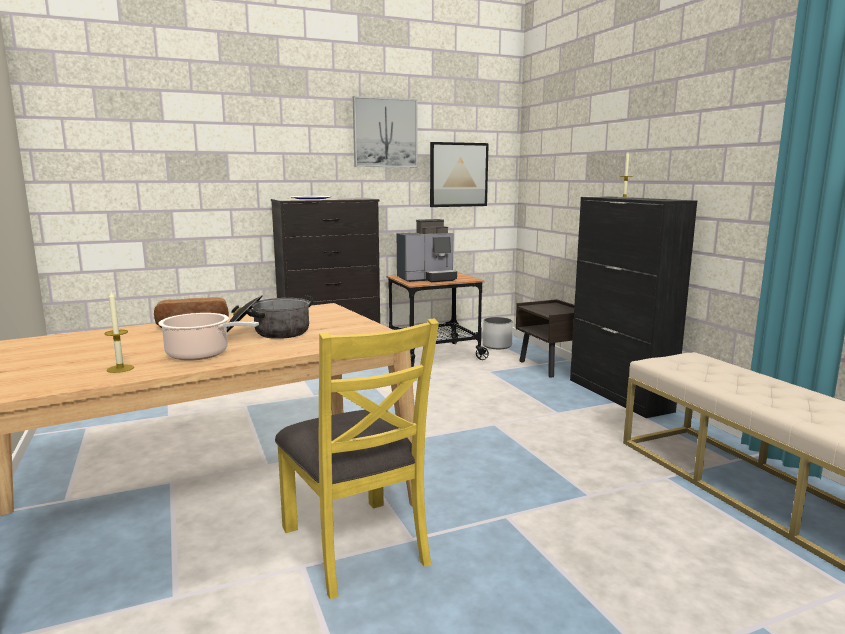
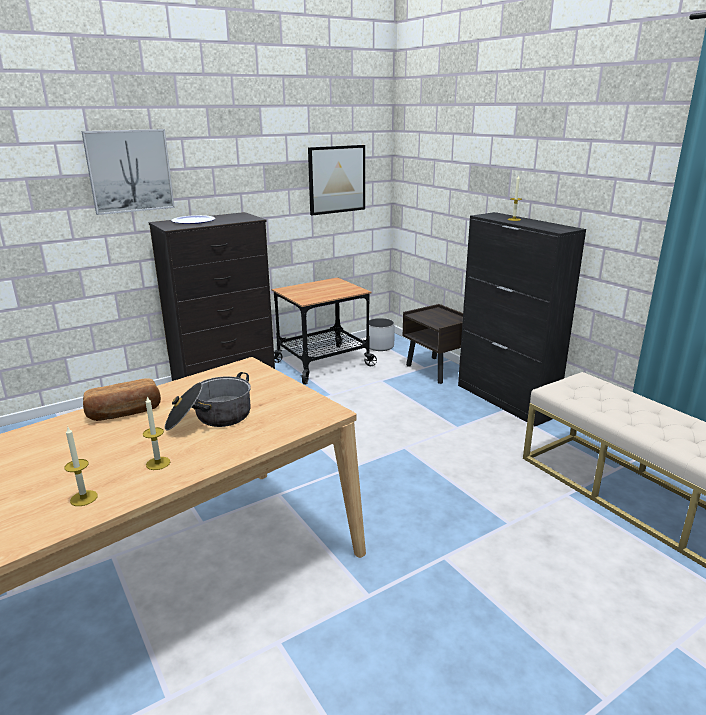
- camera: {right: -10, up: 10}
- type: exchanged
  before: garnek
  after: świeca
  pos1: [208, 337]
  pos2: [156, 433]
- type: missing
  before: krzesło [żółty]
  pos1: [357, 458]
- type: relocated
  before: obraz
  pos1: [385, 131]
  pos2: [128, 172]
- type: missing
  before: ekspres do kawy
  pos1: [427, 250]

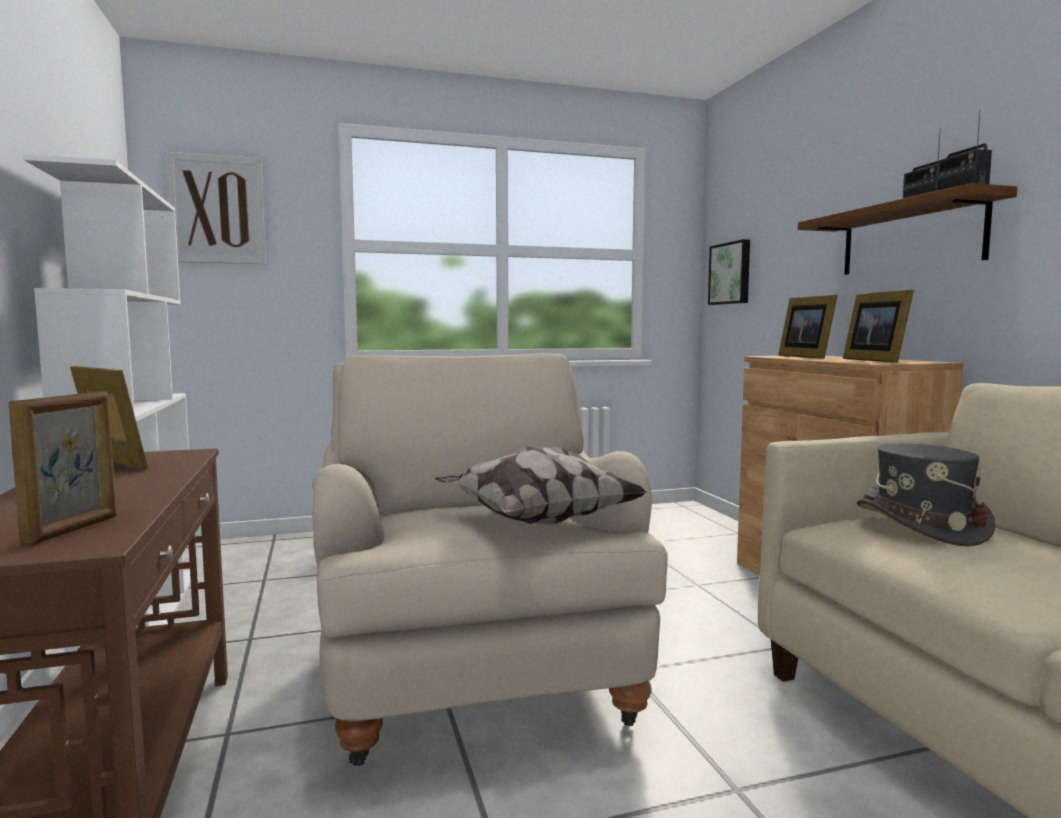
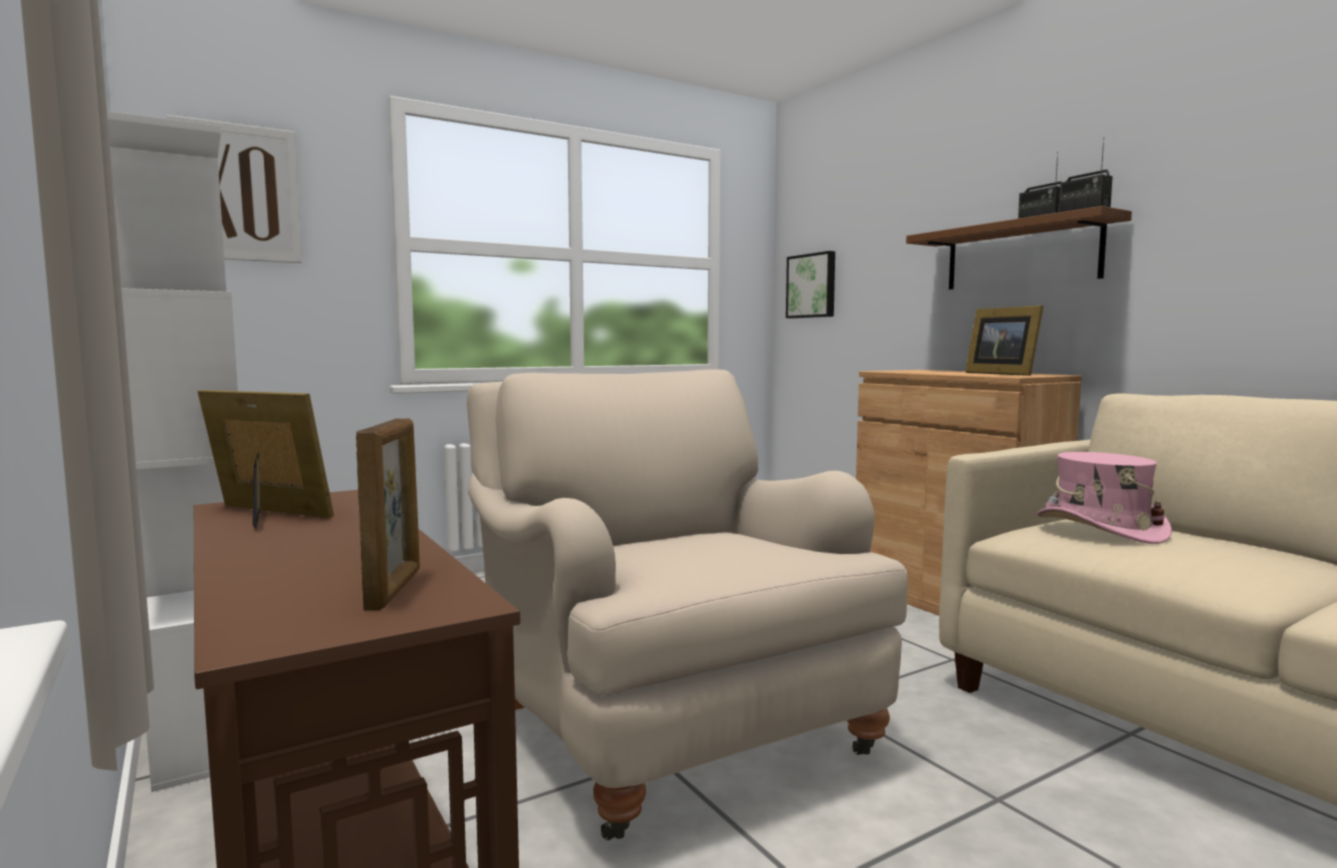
- camera: {right: -15, up: 0}
- type: missing
  before: poduszka
  pos1: [541, 486]
- type: missing
  before: ramka na zdjęcie
  pos1: [808, 326]
- type: colour
  before: kapelusz [szary]
  after: kapelusz [różowy]
  pos1: [926, 494]
  pos2: [1104, 498]

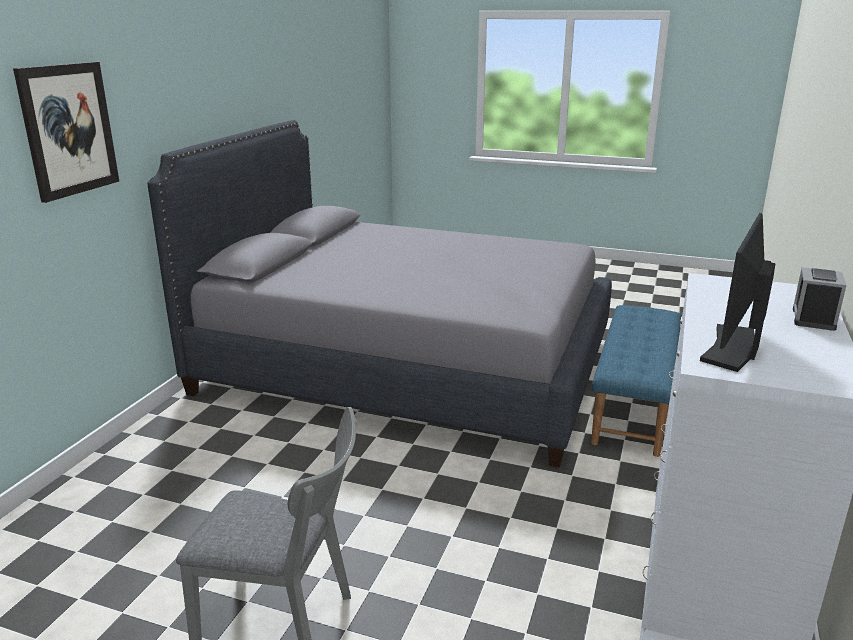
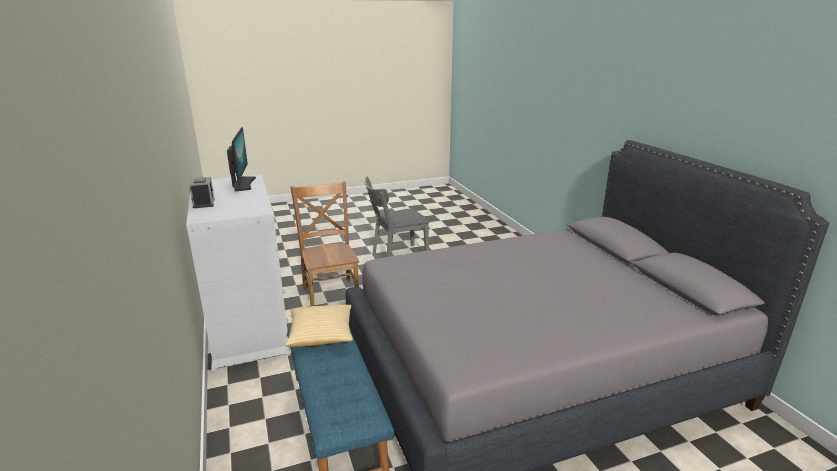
- camera: {right: 140, up: 0}
- type: missing
  before: obraz
  pos1: [66, 132]
- type: appeared
  after: poduszka
  pos2: [319, 326]
- type: appeared
  after: krzesło [brązowy]
  pos2: [324, 243]

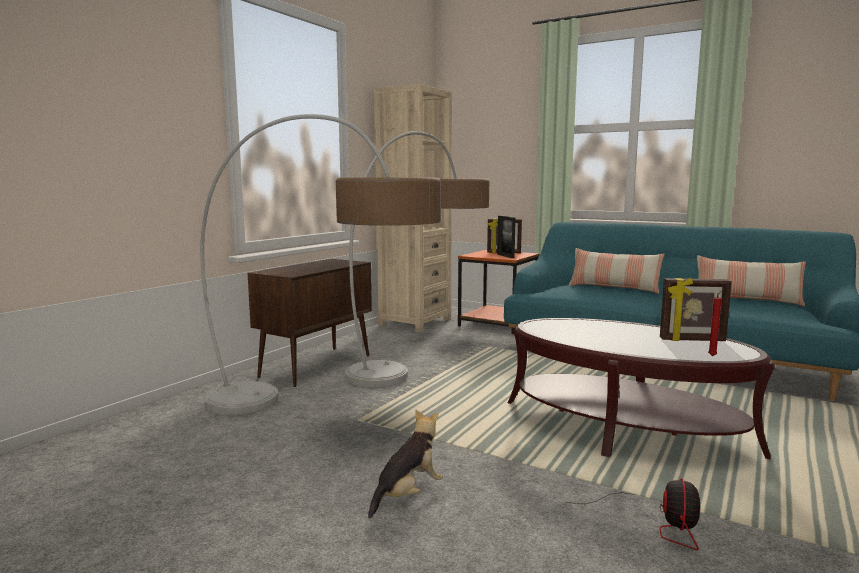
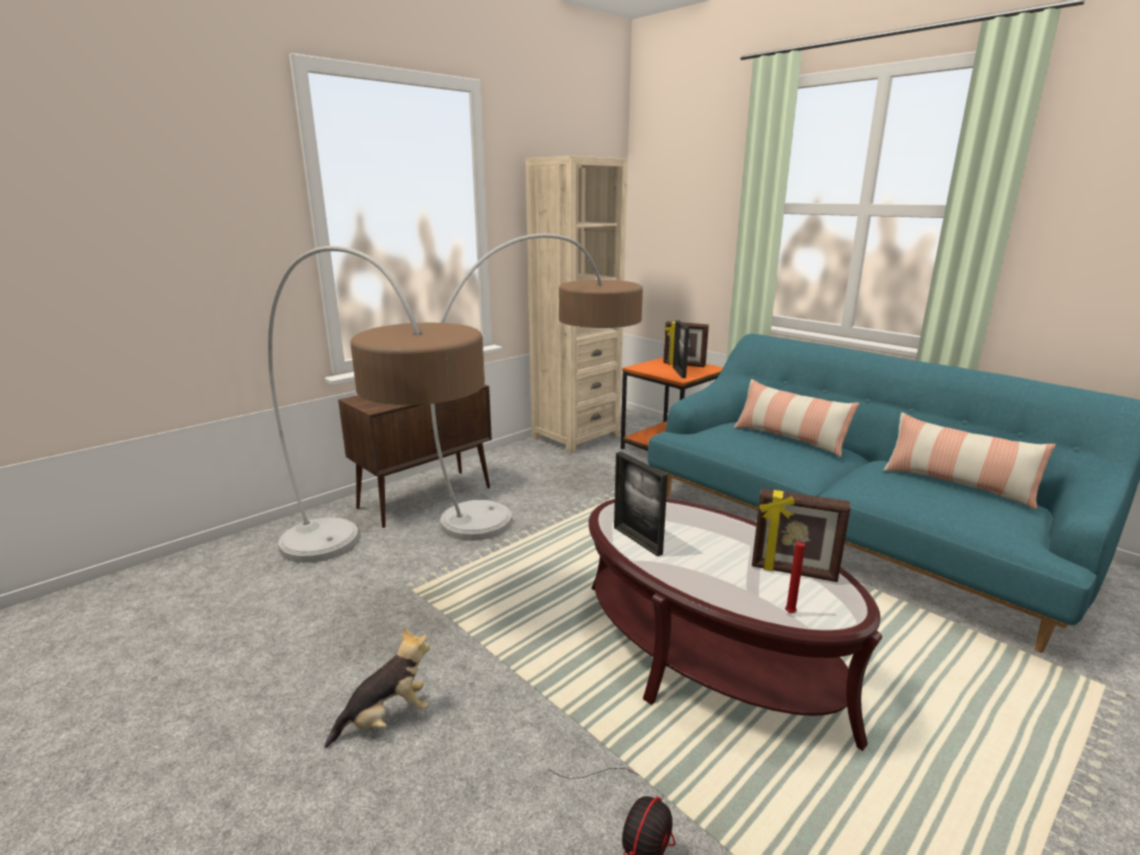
- camera: {right: 15, up: 10}
- type: appeared
  after: ramka na zdjęcie
  pos2: [641, 504]

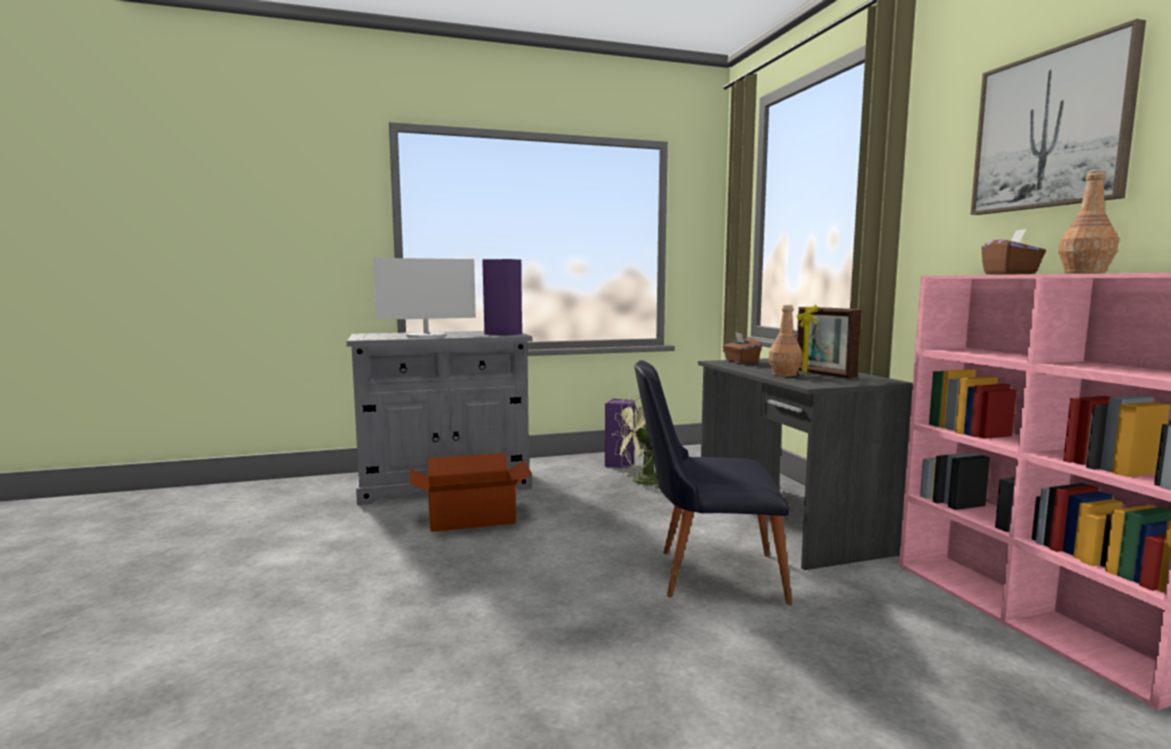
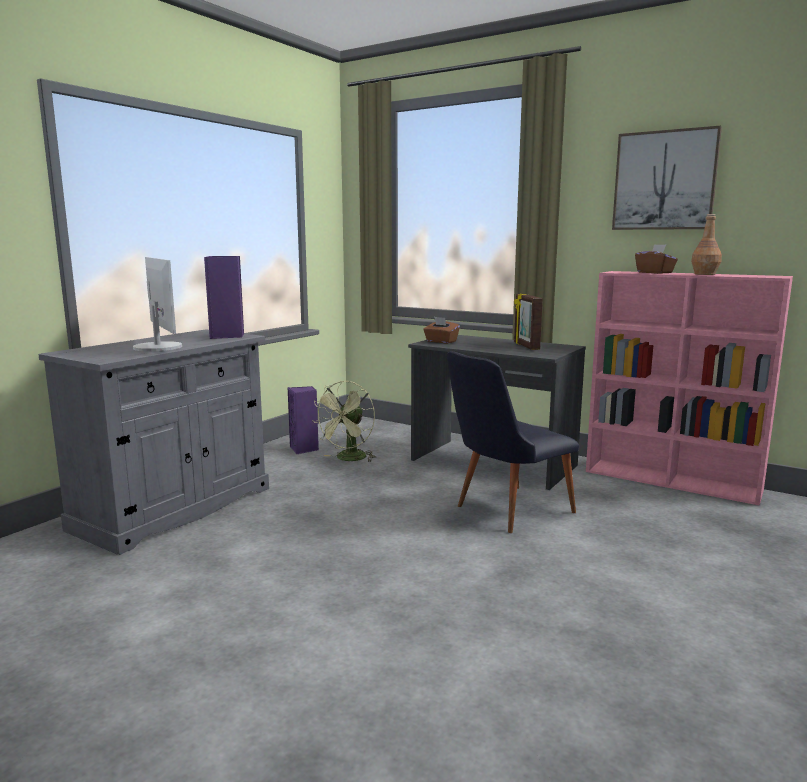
- camera: {right: -40, up: 5}
- type: spun
  before: monitor
  pos1: [424, 298]
  pos2: [157, 304]
  turn: -60
- type: missing
  before: karton
  pos1: [471, 492]
- type: missing
  before: butelka [brązowy]
  pos1: [785, 340]
- type: spun
  before: ramka na zdjęcie
  pos1: [829, 341]
  pos2: [528, 322]
  turn: 60

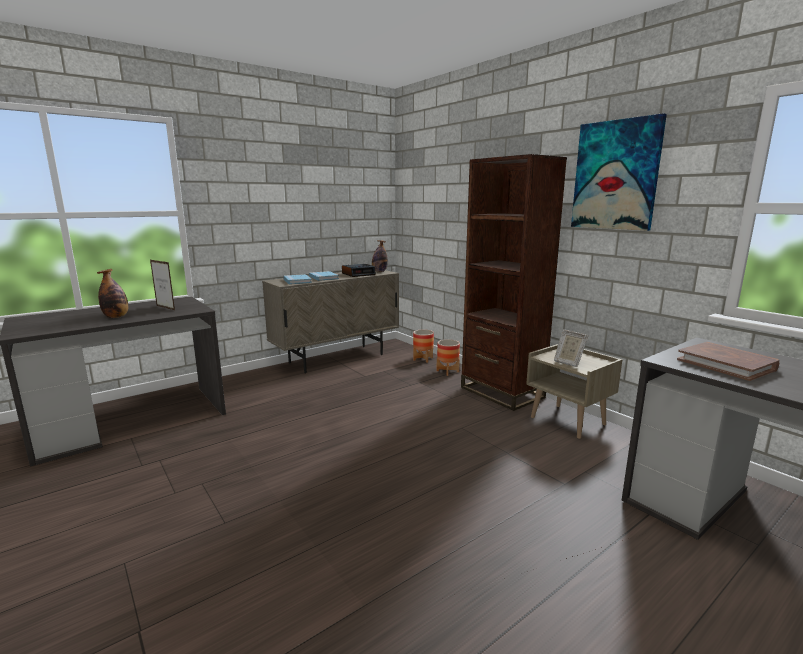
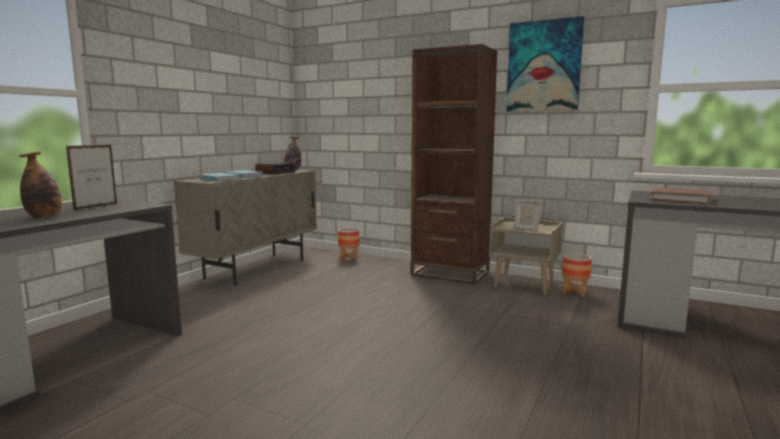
- camera: {right: -25, up: -5}
- type: spun
  before: ramka na zdjęcie
  pos1: [162, 285]
  pos2: [91, 177]
  turn: -75
- type: relocated
  before: donica
  pos1: [448, 358]
  pos2: [577, 275]

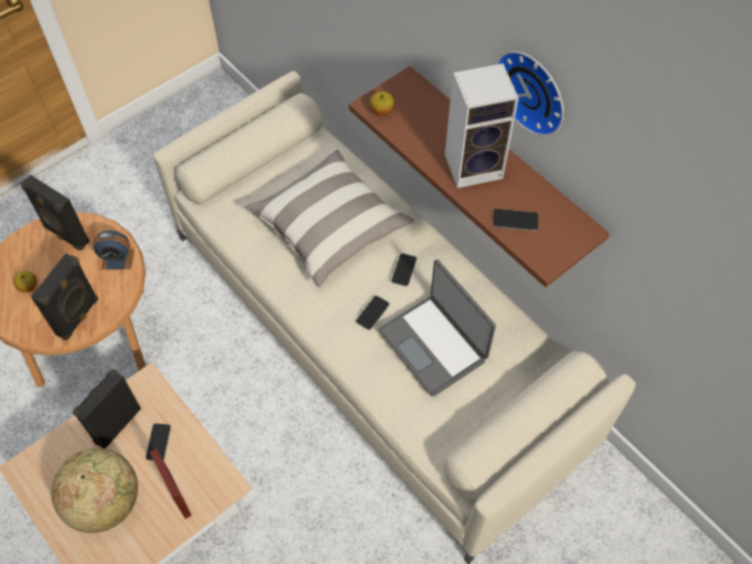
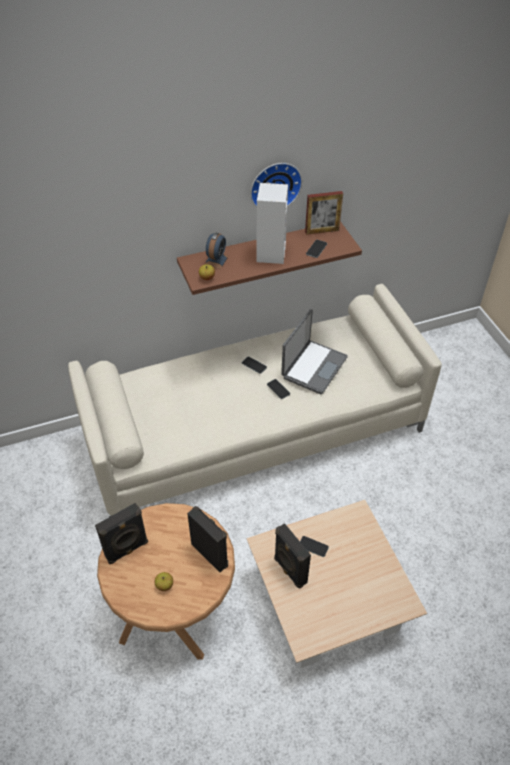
- camera: {right: -70, up: -10}
- type: missing
  before: globus
  pos1: [94, 490]
- type: relocated
  before: budzik
  pos1: [113, 250]
  pos2: [216, 250]
- type: relocated
  before: ramka na zdjęcie
  pos1: [171, 484]
  pos2: [324, 213]
- type: missing
  before: poduszka
  pos1: [329, 217]
- type: spun
  before: laptop
  pos1: [437, 328]
  pos2: [314, 352]
  turn: -45

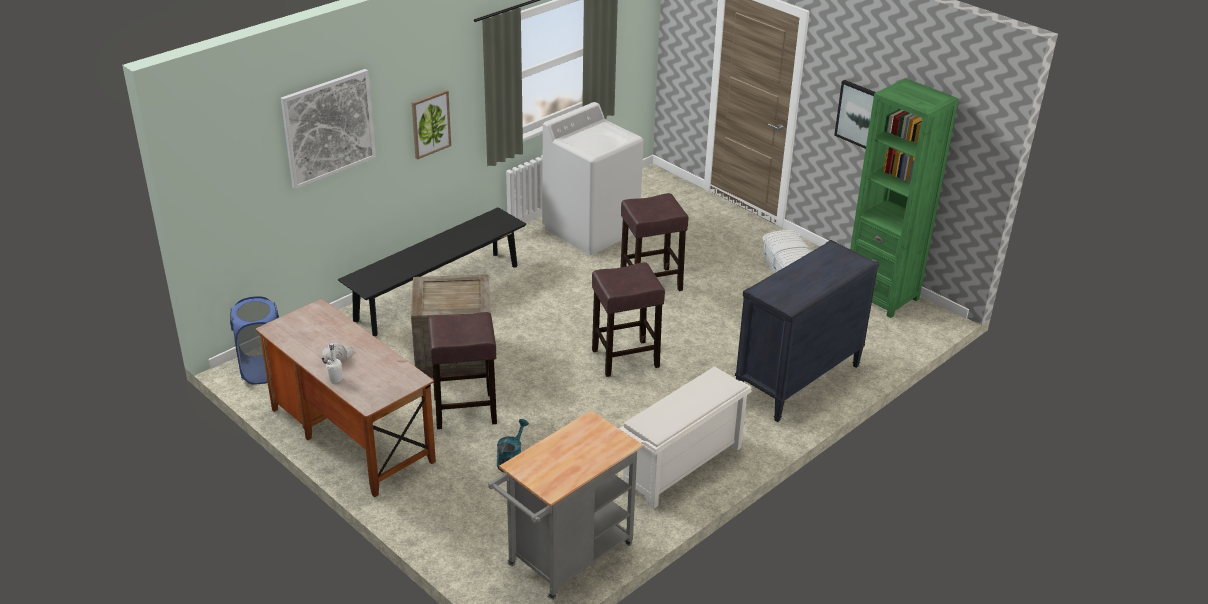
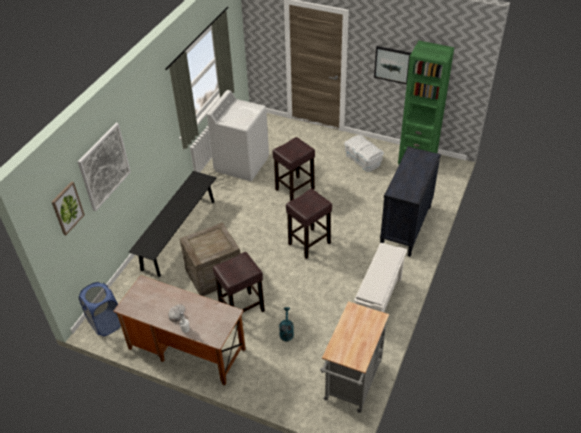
- camera: {right: -20, up: 10}
- type: relocated
  before: obraz
  pos1: [431, 124]
  pos2: [68, 208]

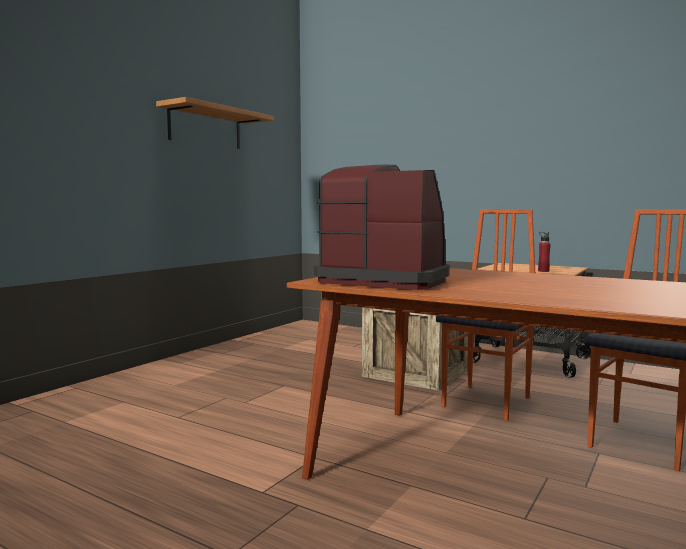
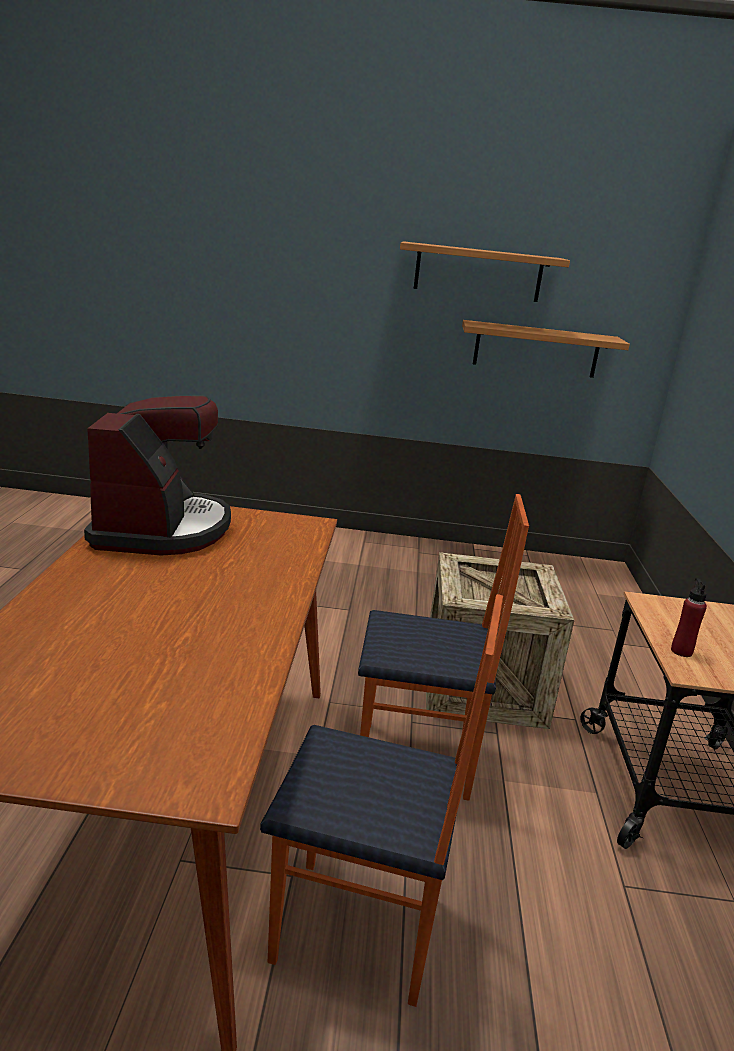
- camera: {right: 60, up: 15}
- type: appeared
  after: półka
  pos2: [546, 349]

